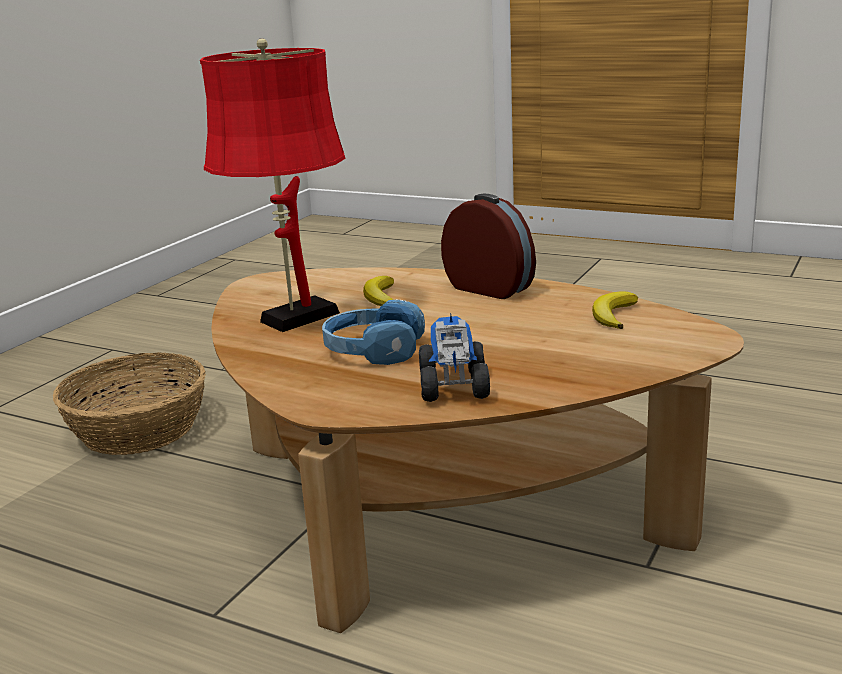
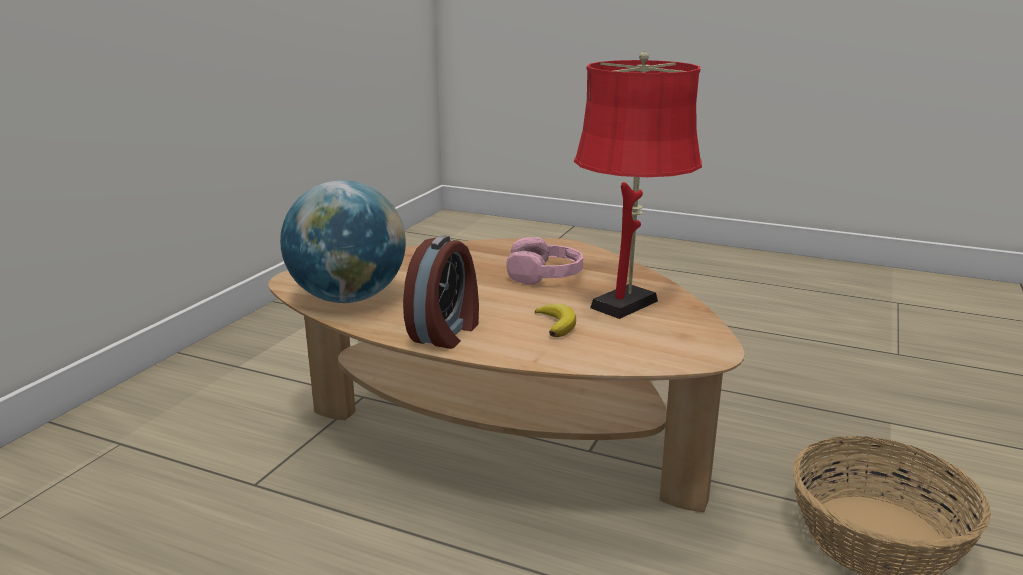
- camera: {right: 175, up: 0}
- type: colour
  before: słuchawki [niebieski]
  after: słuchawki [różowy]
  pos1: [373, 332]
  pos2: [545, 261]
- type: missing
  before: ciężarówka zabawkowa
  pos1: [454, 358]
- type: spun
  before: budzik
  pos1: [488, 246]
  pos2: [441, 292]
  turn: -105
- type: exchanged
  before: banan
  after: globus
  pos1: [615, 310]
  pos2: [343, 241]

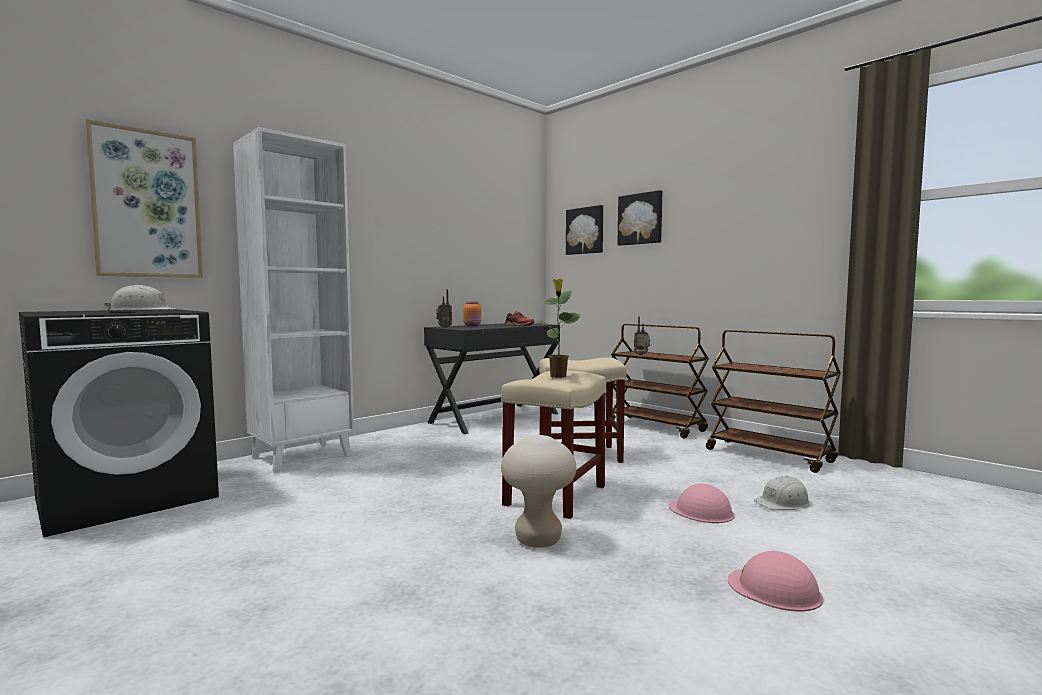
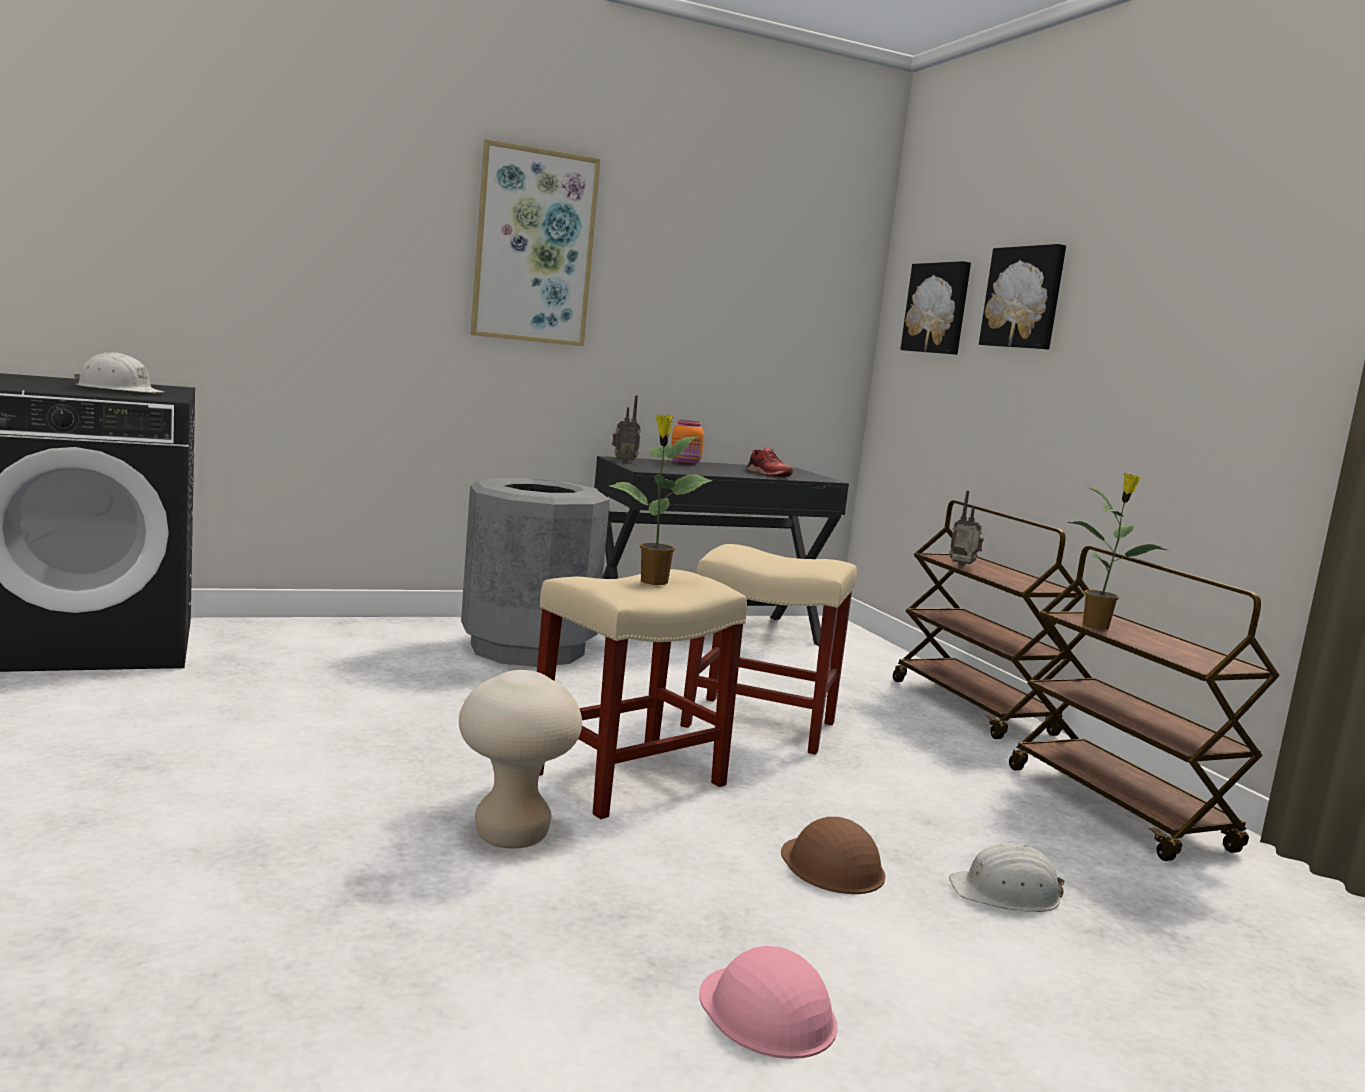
- camera: {right: 20, up: 5}
- type: relocated
  before: obraz
  pos1: [144, 198]
  pos2: [535, 242]
- type: missing
  before: regał [biały]
  pos1: [293, 299]
- type: colour
  before: kask [różowy]
  after: kask [brązowy]
  pos1: [702, 503]
  pos2: [833, 855]
- type: appeared
  after: kosz na śmieci [szary]
  pos2: [535, 572]
- type: appeared
  after: roślina doniczkowa
  pos2: [1117, 551]

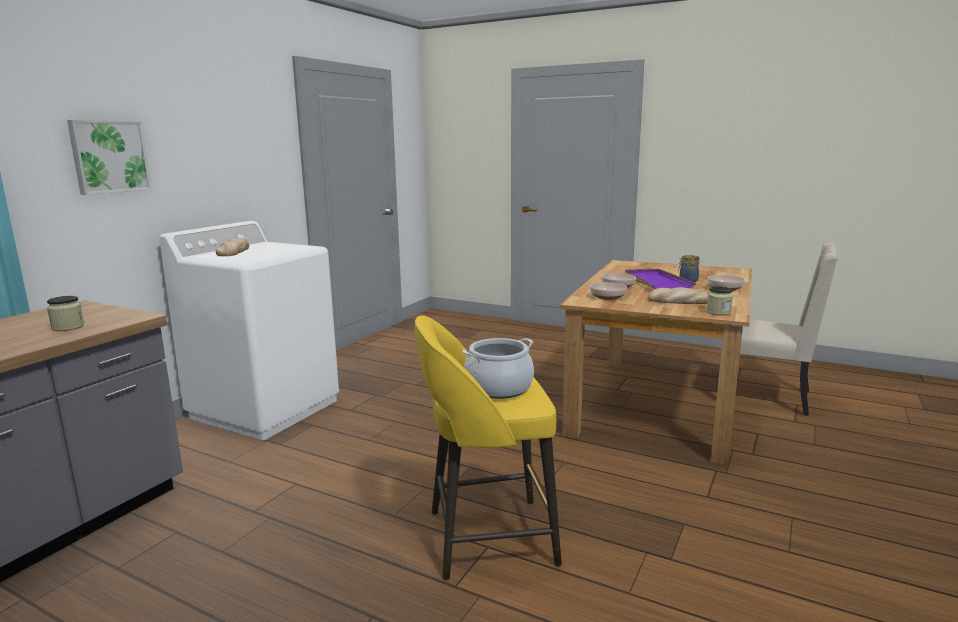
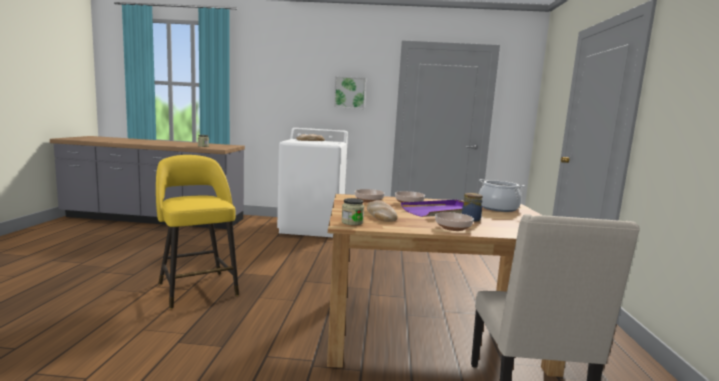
- camera: {right: 65, up: -5}
- type: relocated
  before: obraz
  pos1: [109, 157]
  pos2: [350, 92]
- type: relocated
  before: garnek
  pos1: [498, 368]
  pos2: [502, 195]

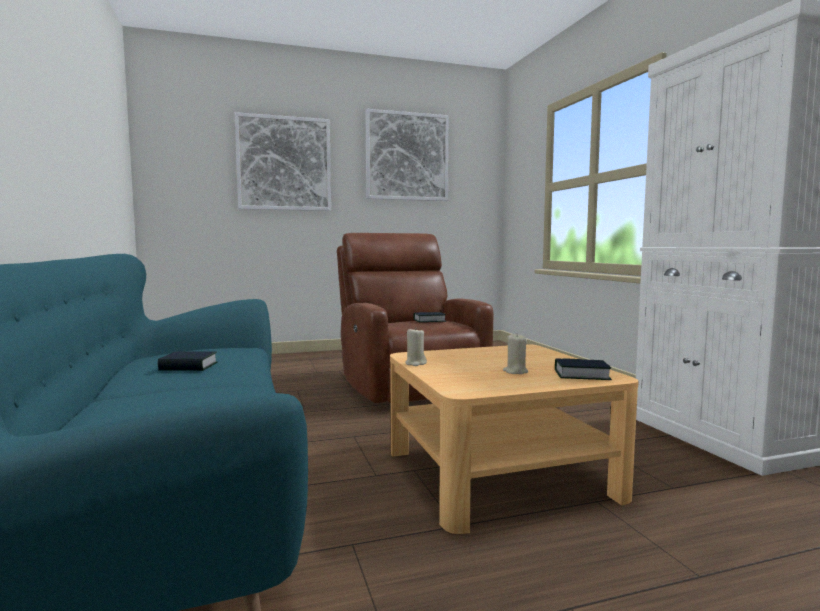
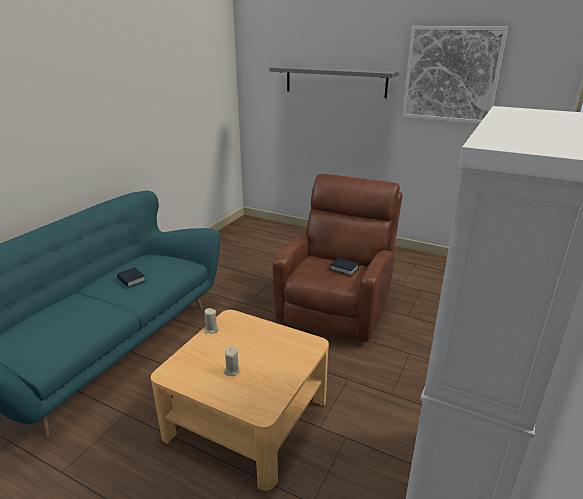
- camera: {right: 45, up: 20}
- type: exchanged
  before: obraz
  after: półka [szary]
  pos1: [283, 161]
  pos2: [334, 82]
- type: missing
  before: książka
  pos1: [583, 369]

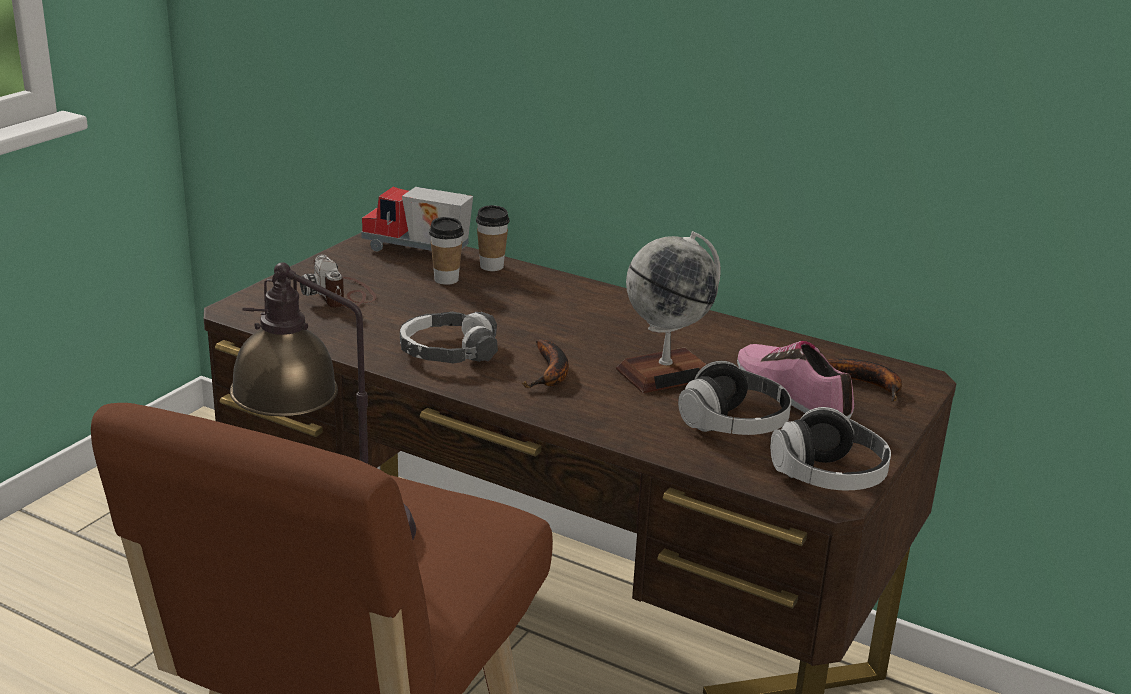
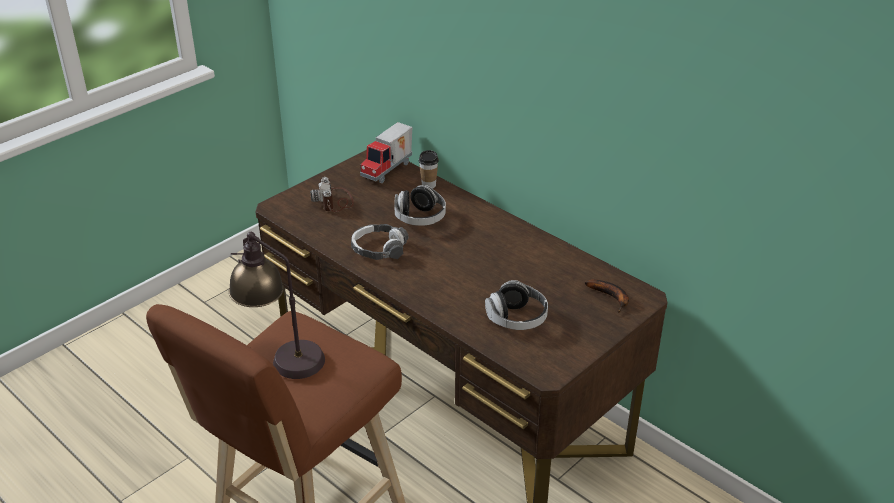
- camera: {right: 15, up: 10}
- type: spun
  before: ciężarówka zabawkowa
  pos1: [417, 219]
  pos2: [386, 152]
  turn: -90
- type: missing
  before: filiżanka
  pos1: [446, 251]
- type: missing
  before: banan
  pos1: [545, 363]
- type: missing
  before: globus
  pos1: [668, 312]
- type: missing
  before: but
  pos1: [795, 379]
- type: relocated
  before: słuchawki
  pos1: [830, 448]
  pos2: [420, 205]

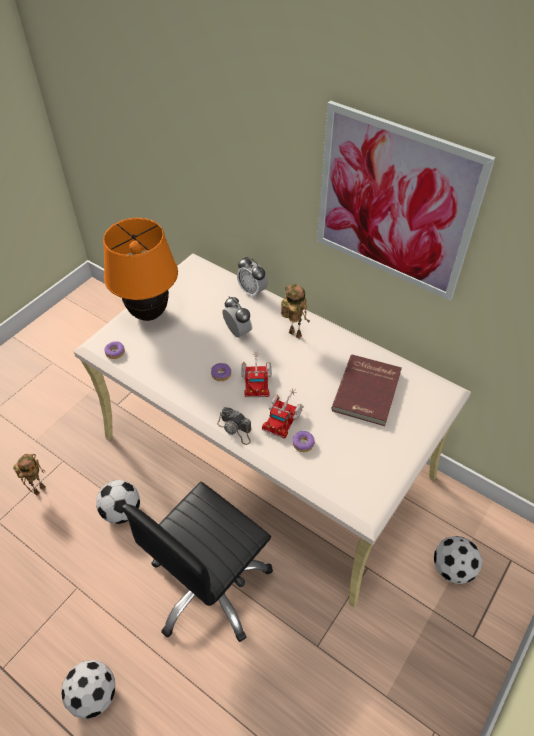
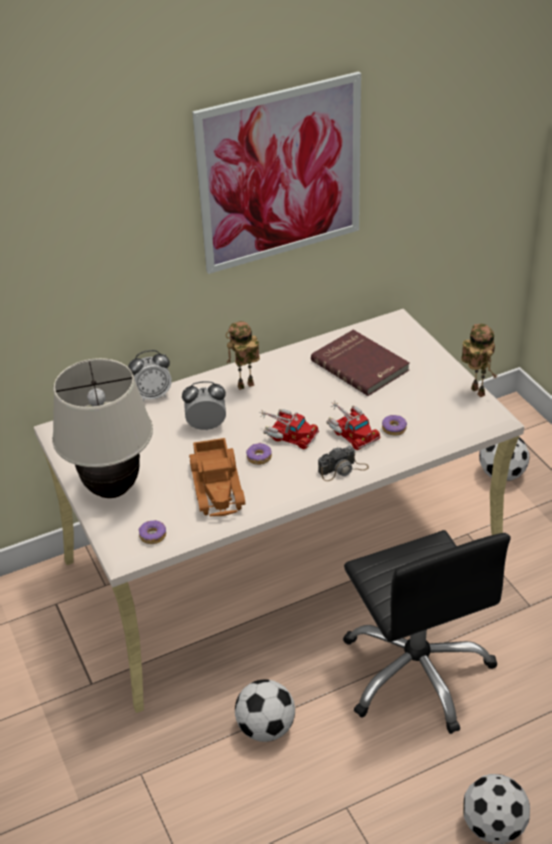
- camera: {right: -60, up: -10}
- type: relocated
  before: robot zabawkowy
  pos1: [29, 474]
  pos2: [479, 360]
- type: colour
  before: lampa stołowa [pomarańczowy]
  after: lampa stołowa [beżowy]
  pos1: [140, 269]
  pos2: [102, 428]
- type: appeared
  after: ciężarówka zabawkowa
  pos2: [217, 477]

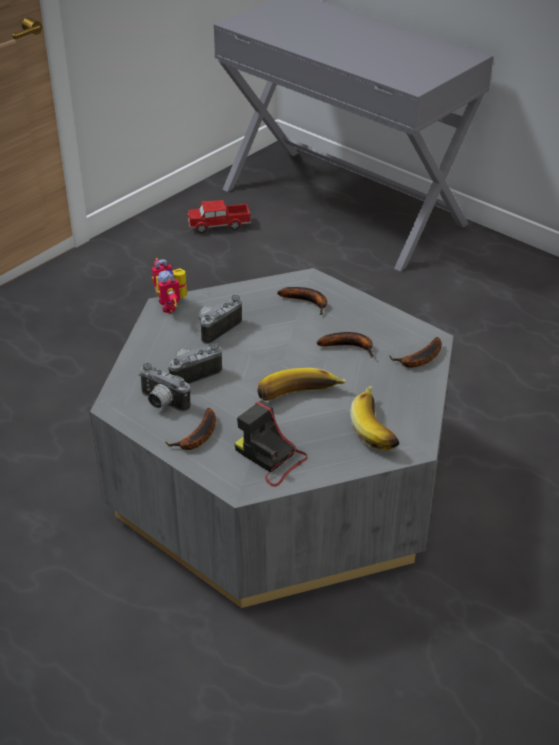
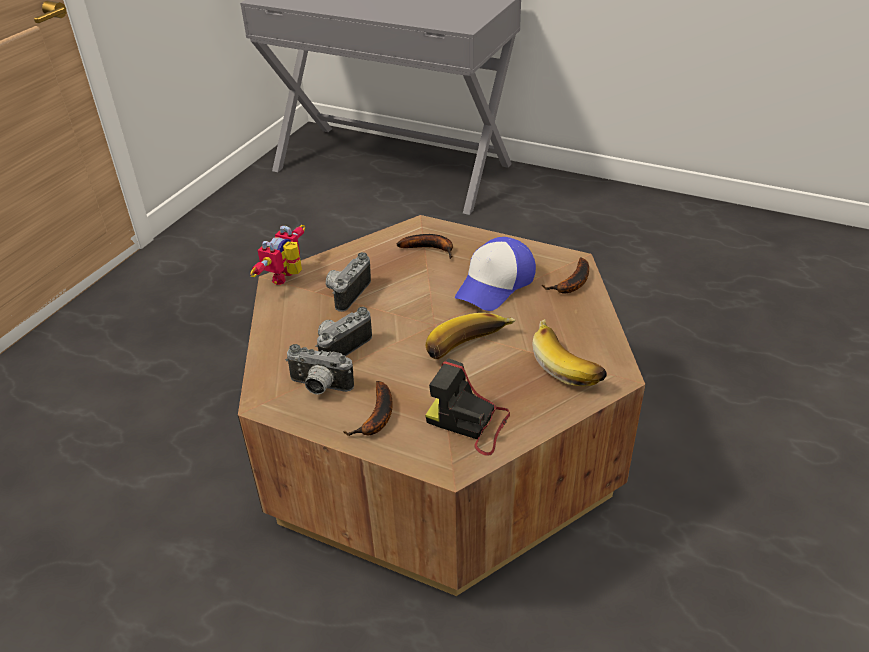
- camera: {right: -15, up: 0}
- type: colour
  before: ława [szary]
  after: ława [brązowy]
  pos1: [271, 438]
  pos2: [441, 405]
- type: spun
  before: robot zabawkowy
  pos1: [169, 285]
  pos2: [277, 255]
  turn: 60
- type: missing
  before: ciężarówka zabawkowa
  pos1: [219, 216]
- type: exchanged
  before: banan
  after: czapka z daszkiem
  pos1: [345, 345]
  pos2: [495, 274]

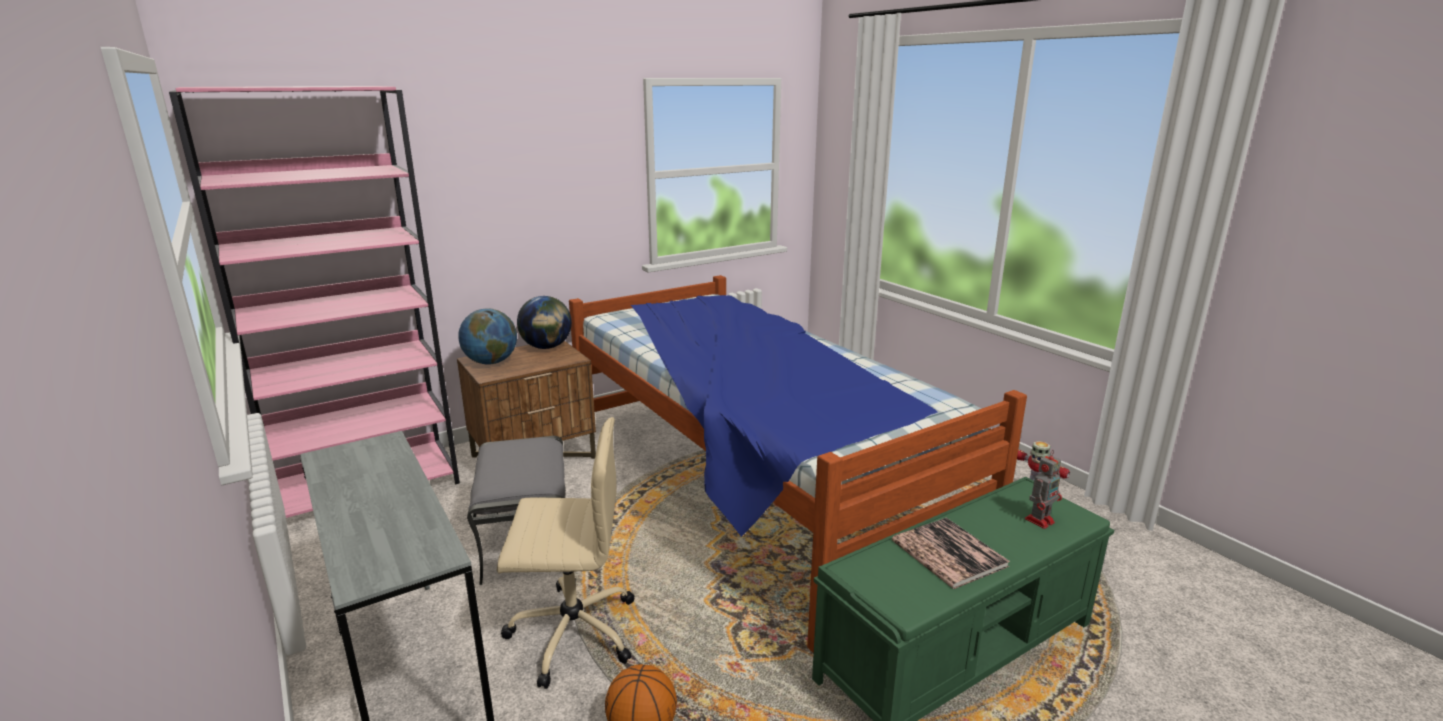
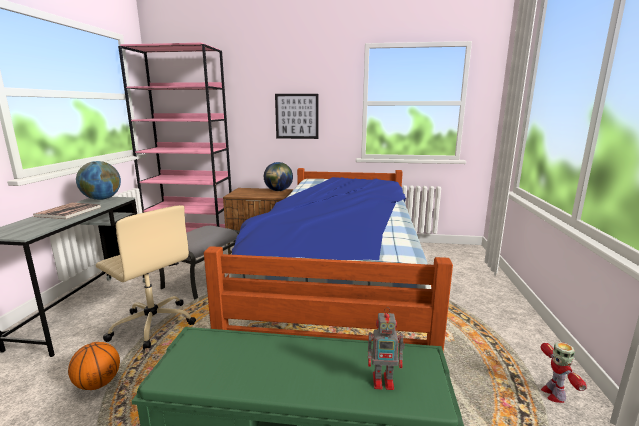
- camera: {right: 40, up: -5}
- type: relocated
  before: globus
  pos1: [487, 337]
  pos2: [98, 180]
- type: relocated
  before: książka
  pos1: [951, 553]
  pos2: [67, 211]
- type: appeared
  after: obraz
  pos2: [296, 116]

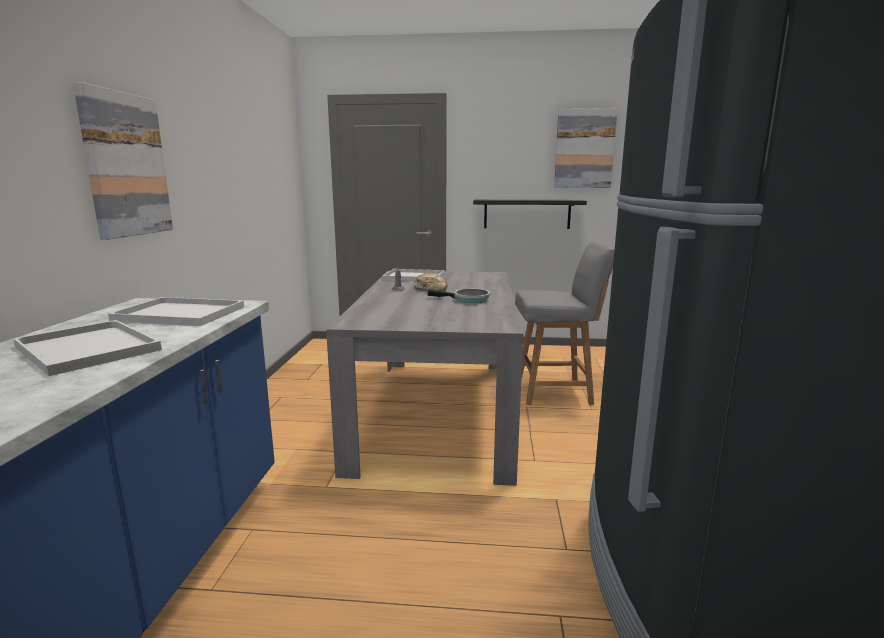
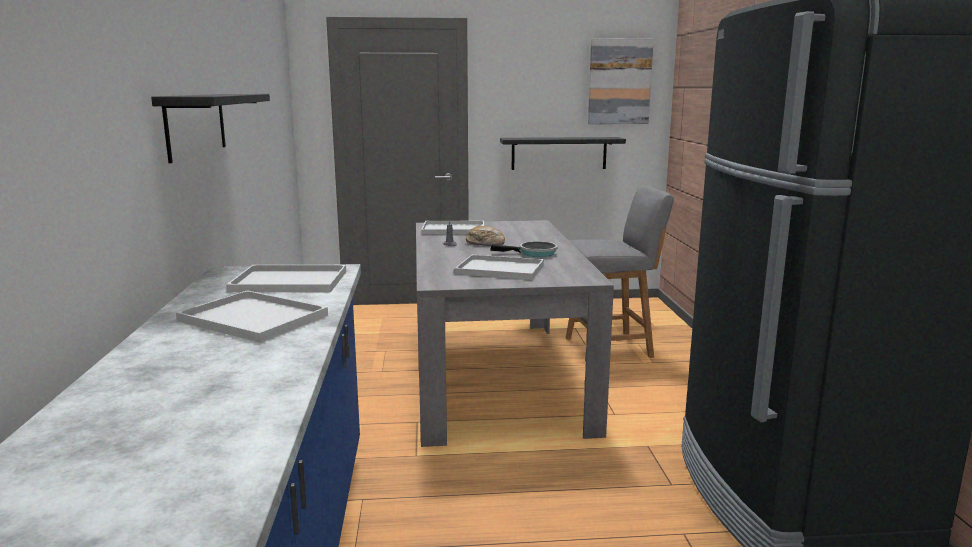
- camera: {right: -10, up: 0}
- type: exchanged
  before: obraz
  after: półka [czarny]
  pos1: [123, 161]
  pos2: [210, 128]
- type: appeared
  after: taca [biały]
  pos2: [499, 267]

